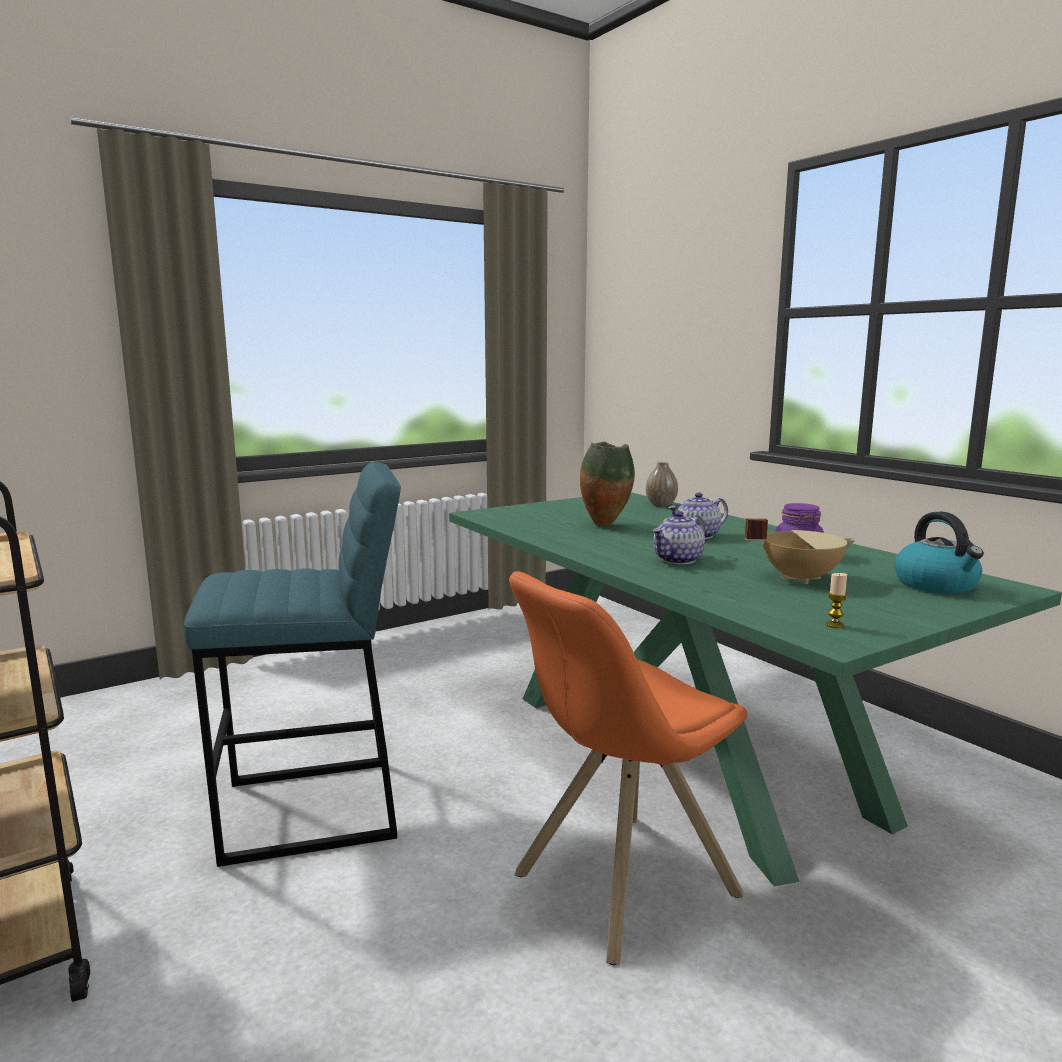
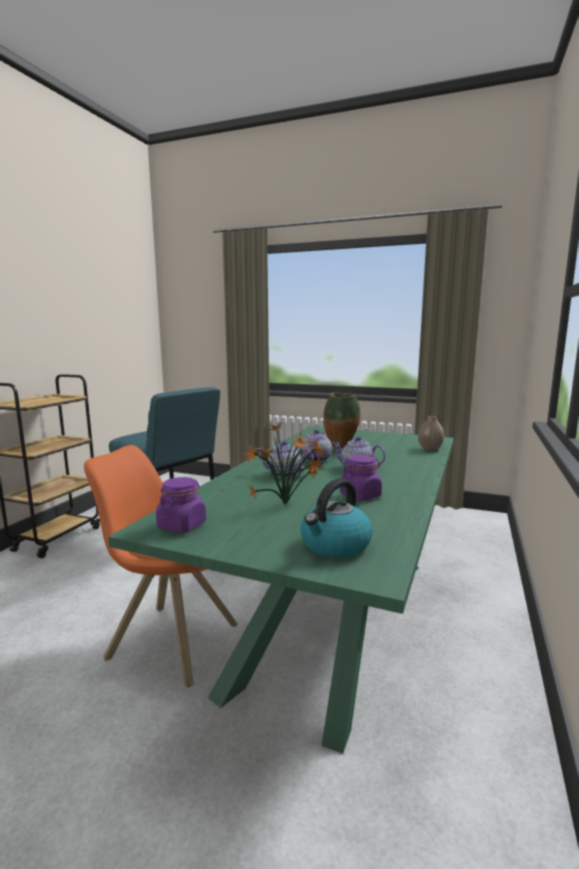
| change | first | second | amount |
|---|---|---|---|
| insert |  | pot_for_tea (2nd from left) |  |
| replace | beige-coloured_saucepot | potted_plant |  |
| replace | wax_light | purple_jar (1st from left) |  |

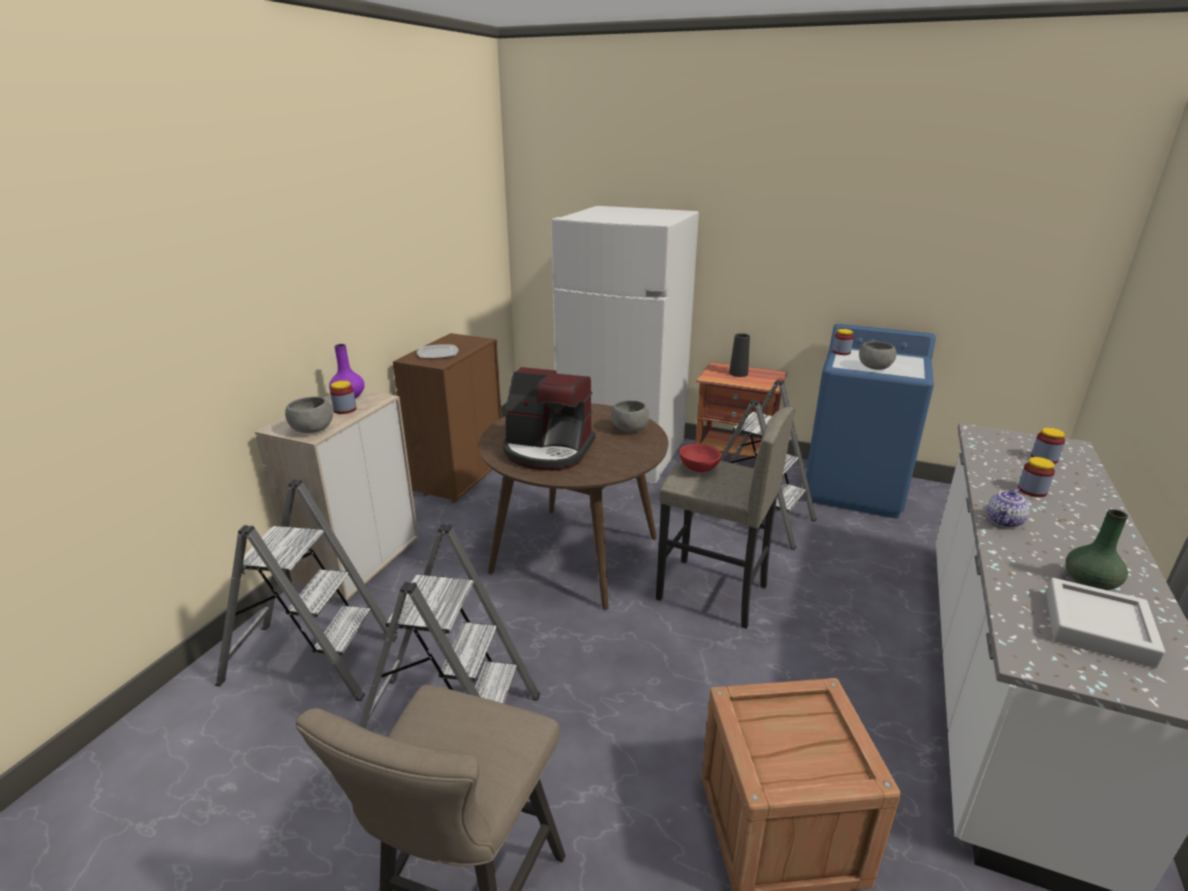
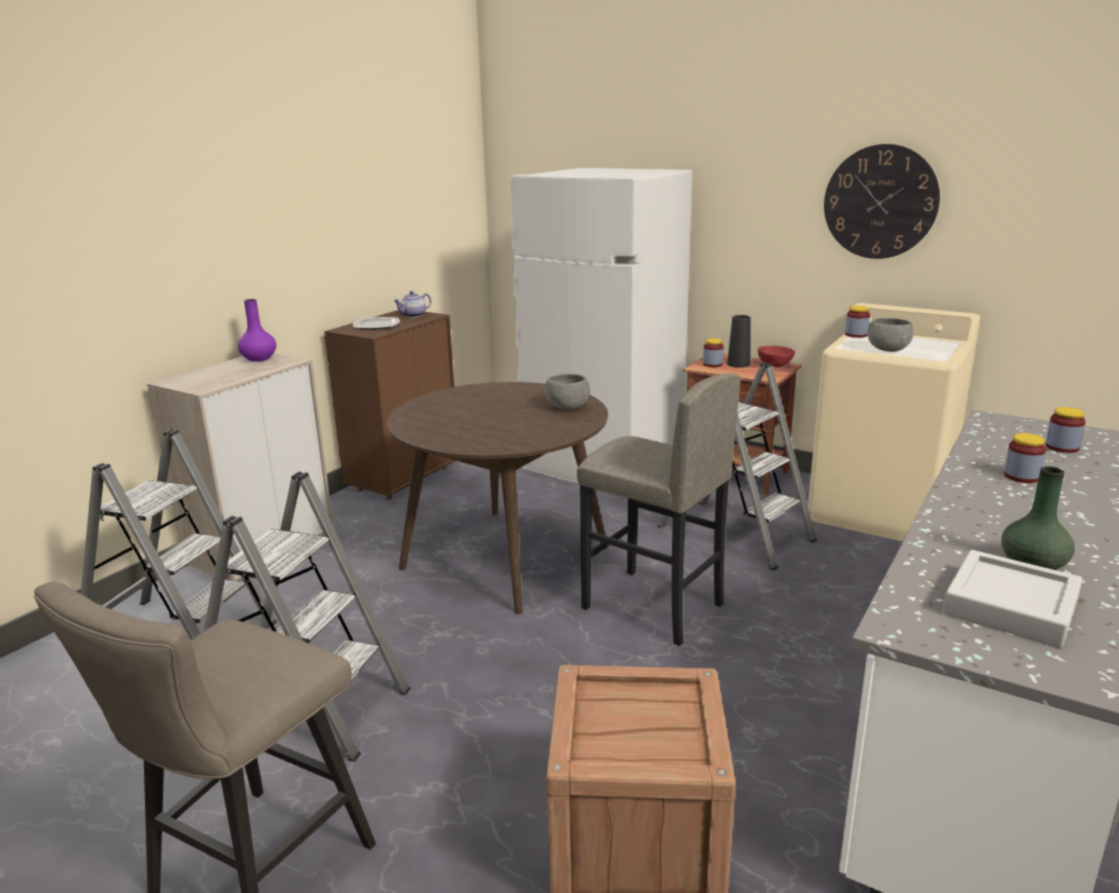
| change | first | second | amount |
|---|---|---|---|
| delete | grey_deep_dish (1st from left) |  |  |
| delete | coffee_maker |  |  |
| insert |  | hanging_clock |  |
| move | jar (1st from left) |  |  |
| move | red_deep_dish |  |  |
| move | pot_for_tea |  |  |
| recolor | blue_laundry_appliance | beige-coloured_laundry_appliance |  |

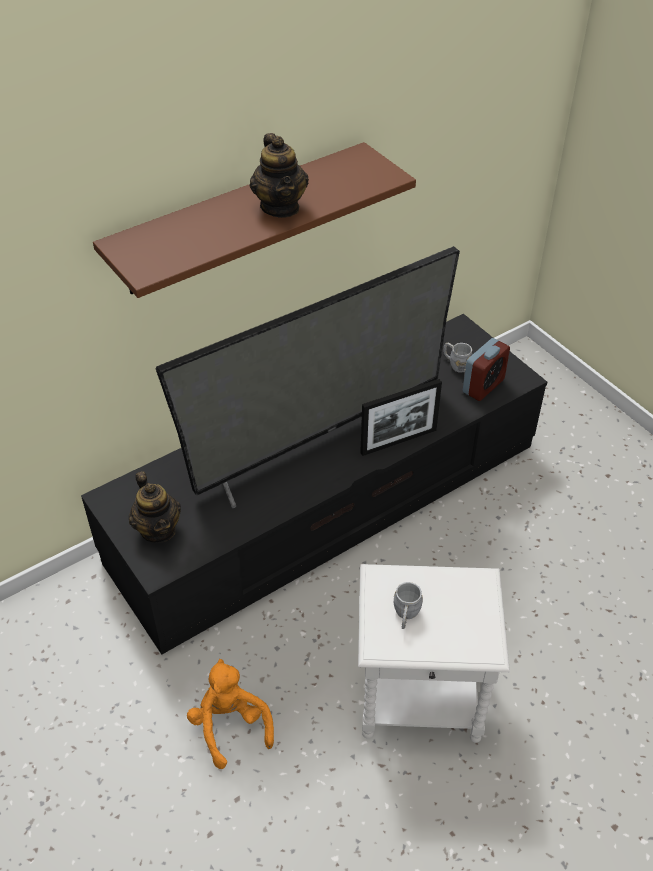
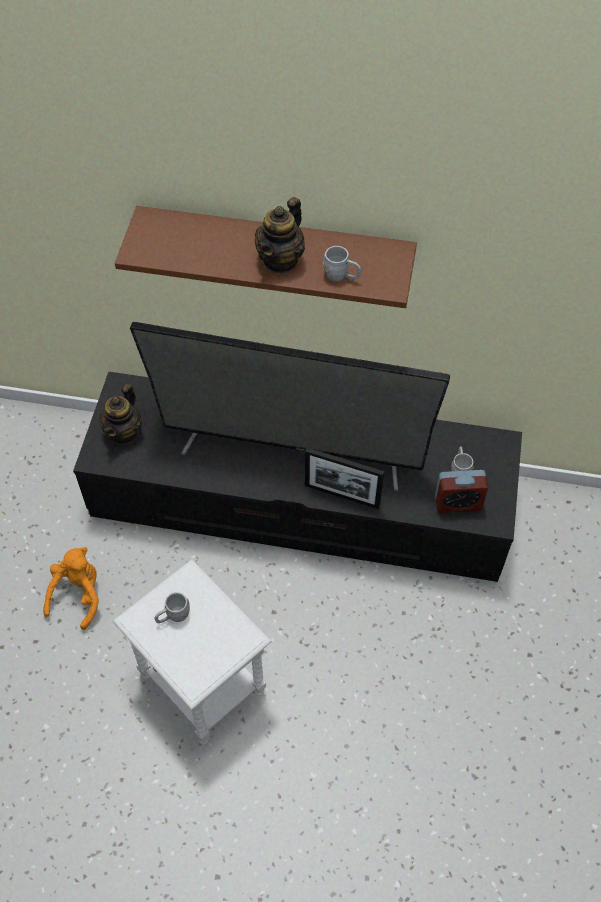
| change | first | second | amount |
|---|---|---|---|
| insert |  | grey_mug (2nd from left) |  |

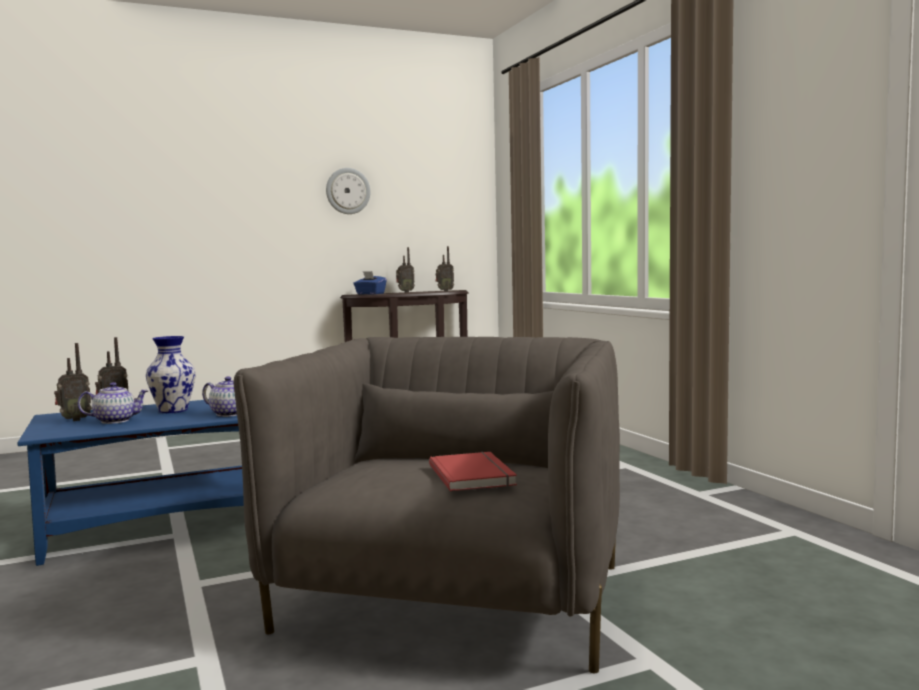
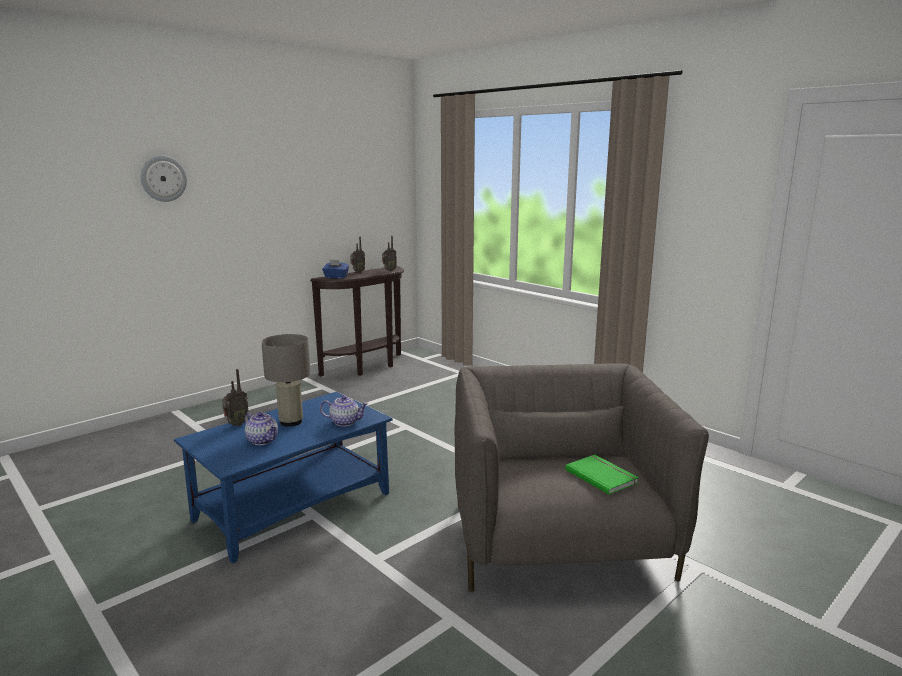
| change | first | second | amount |
|---|---|---|---|
| delete | radio_set (1st from left) |  |  |
| move | hanging_clock |  |  |
| replace | vase | grey_table_lamp |  |
| recolor | red_volume | greenish_volume |  |
| rotate | pot_for_tea (1st from left) |  | 75 degrees clockwise |

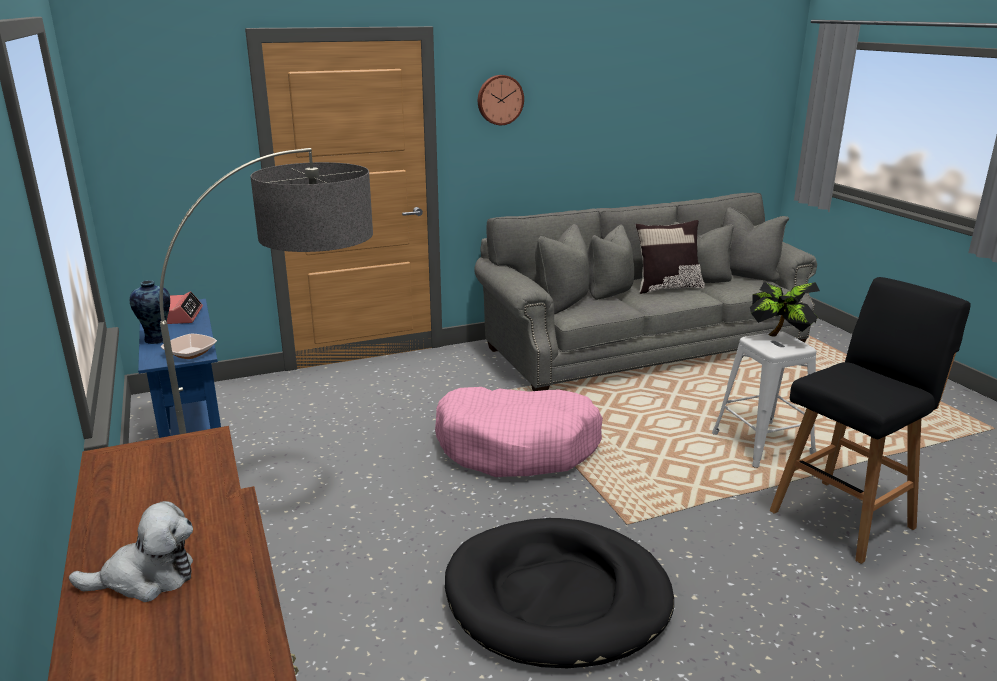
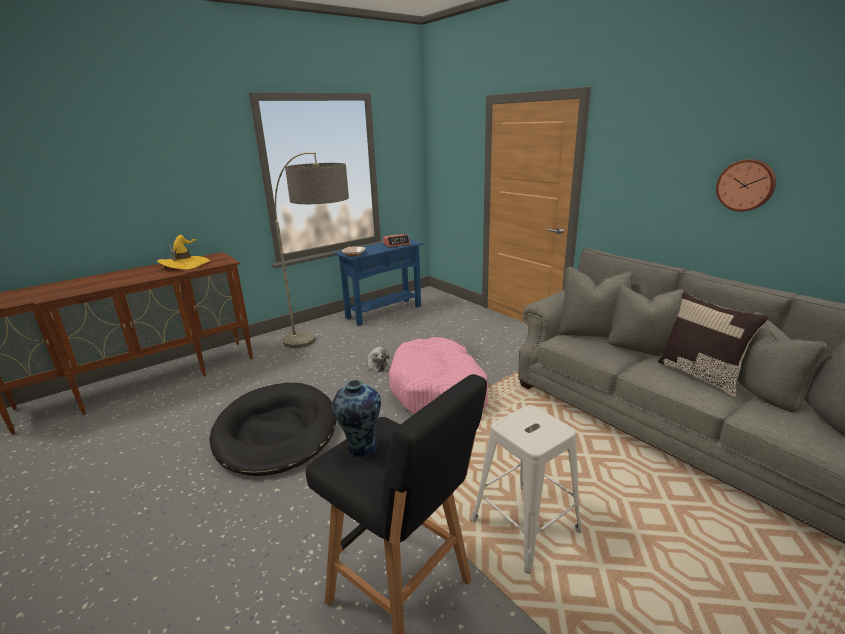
| change | first | second | amount |
|---|---|---|---|
| delete | potted_plant |  |  |
| insert |  | yellowish_hat |  |
| move | plush_toy |  |  |
| move | vase |  |  |
| move | hanging_clock |  |  |

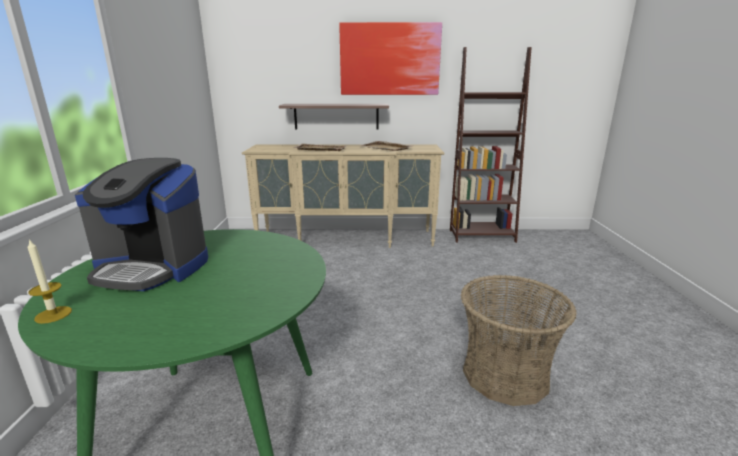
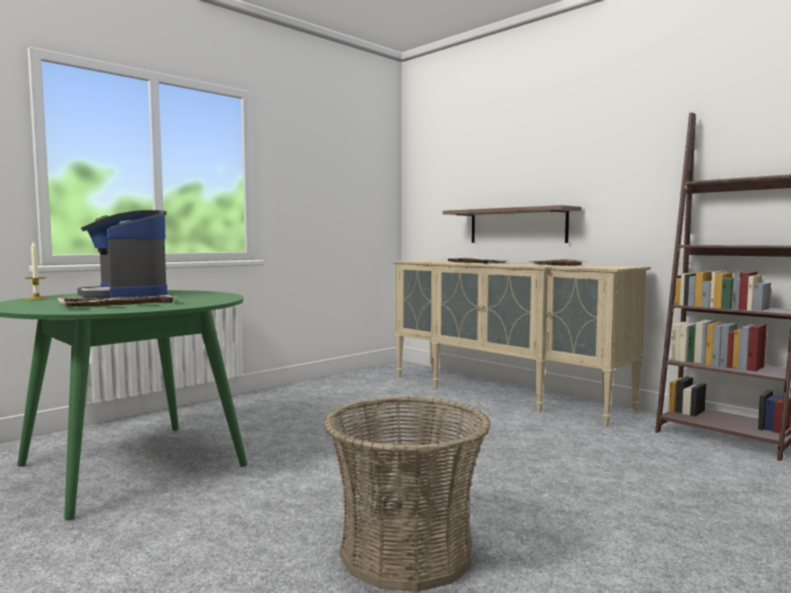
| change | first | second | amount |
|---|---|---|---|
| delete | picture |  |  |
| insert |  | beige-coloured_tray (1st from left) |  |

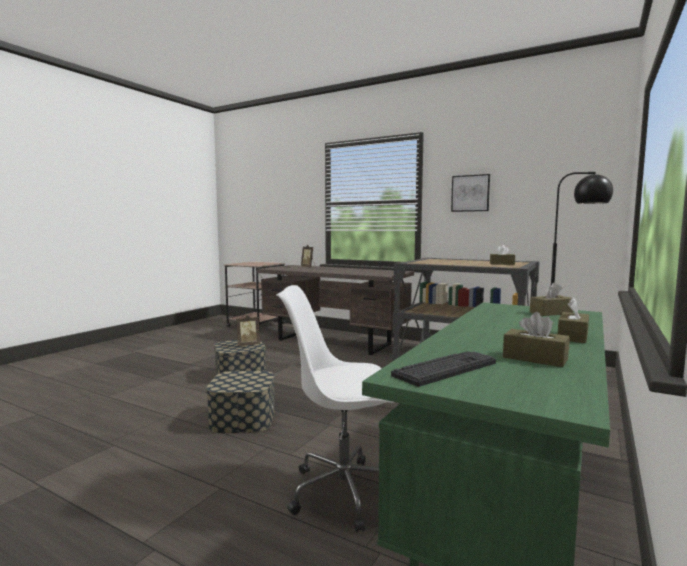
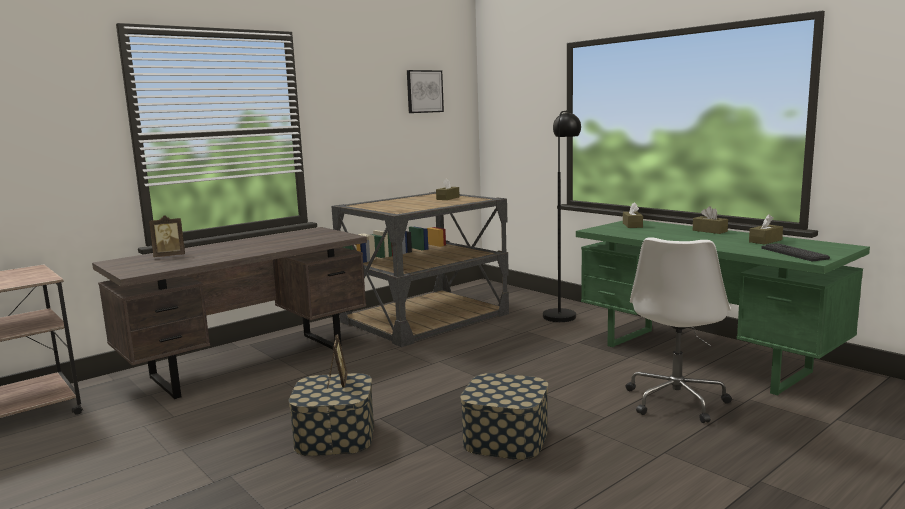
| change | first | second | amount |
|---|---|---|---|
| move | picture |  |  |

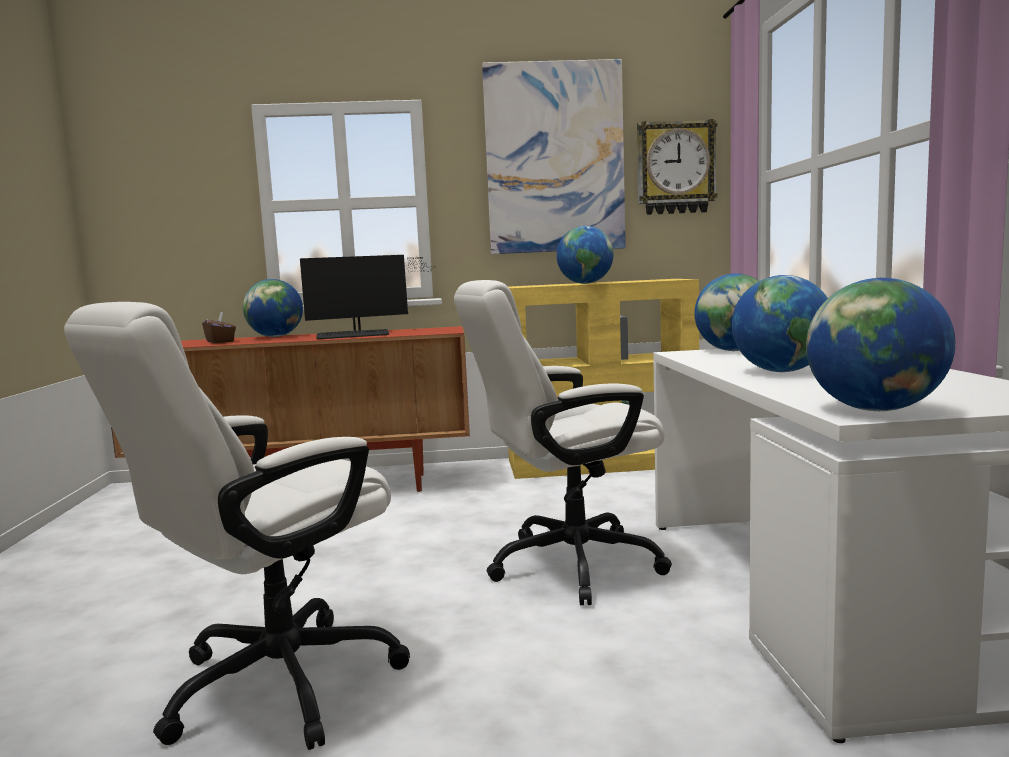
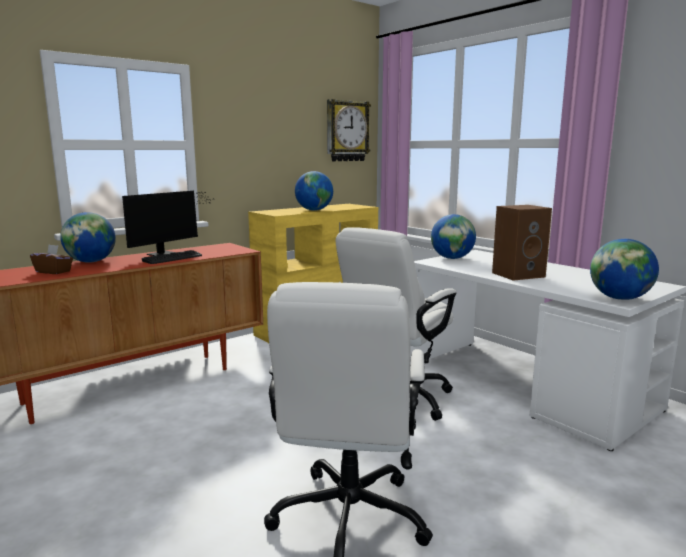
| change | first | second | amount |
|---|---|---|---|
| delete | picture |  |  |
| replace | desk_globe (4th from left) | brown_loudspeaker |  |

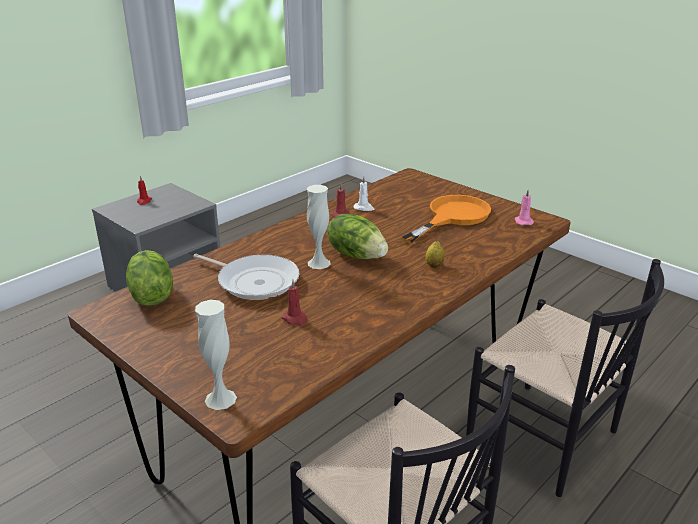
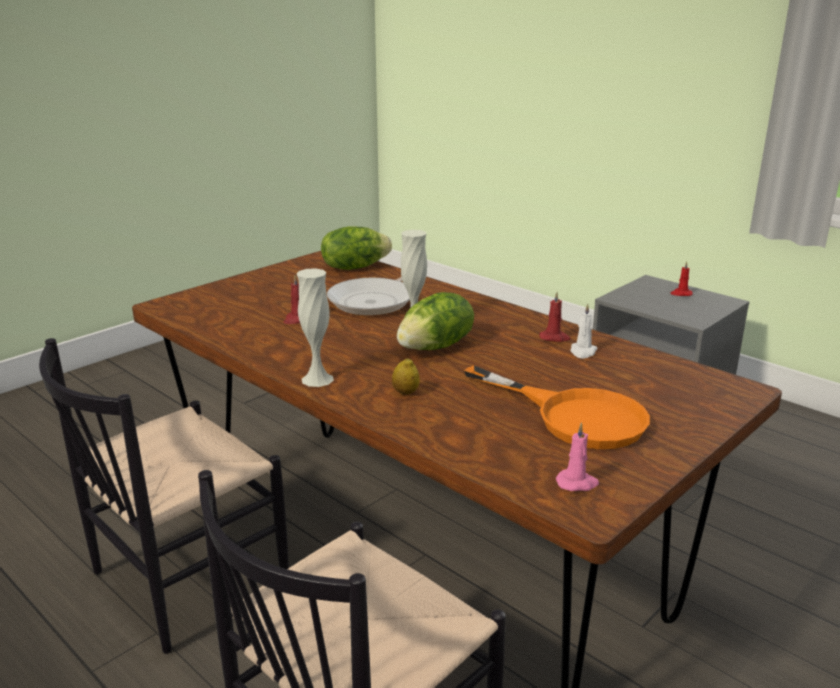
| change | first | second | amount |
|---|---|---|---|
| move | white-coloured_vase (1st from left) |  |  |

